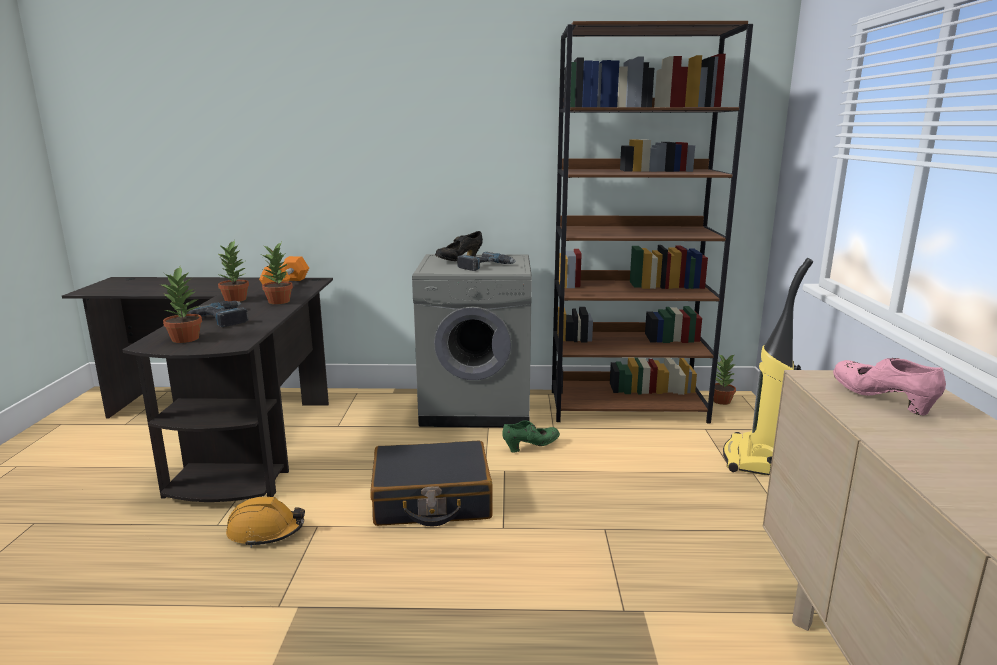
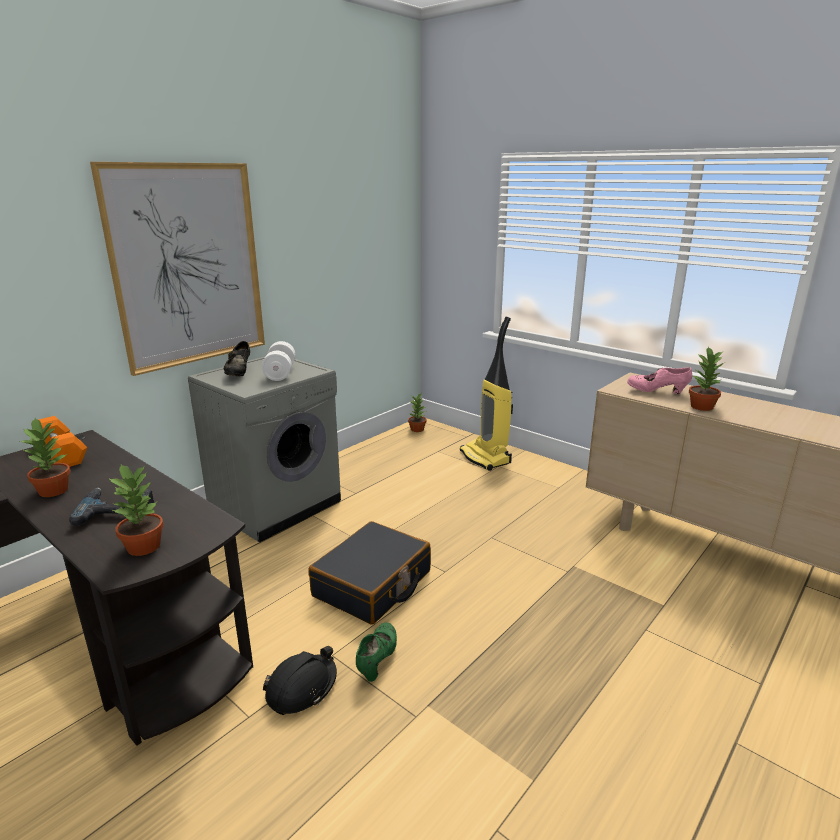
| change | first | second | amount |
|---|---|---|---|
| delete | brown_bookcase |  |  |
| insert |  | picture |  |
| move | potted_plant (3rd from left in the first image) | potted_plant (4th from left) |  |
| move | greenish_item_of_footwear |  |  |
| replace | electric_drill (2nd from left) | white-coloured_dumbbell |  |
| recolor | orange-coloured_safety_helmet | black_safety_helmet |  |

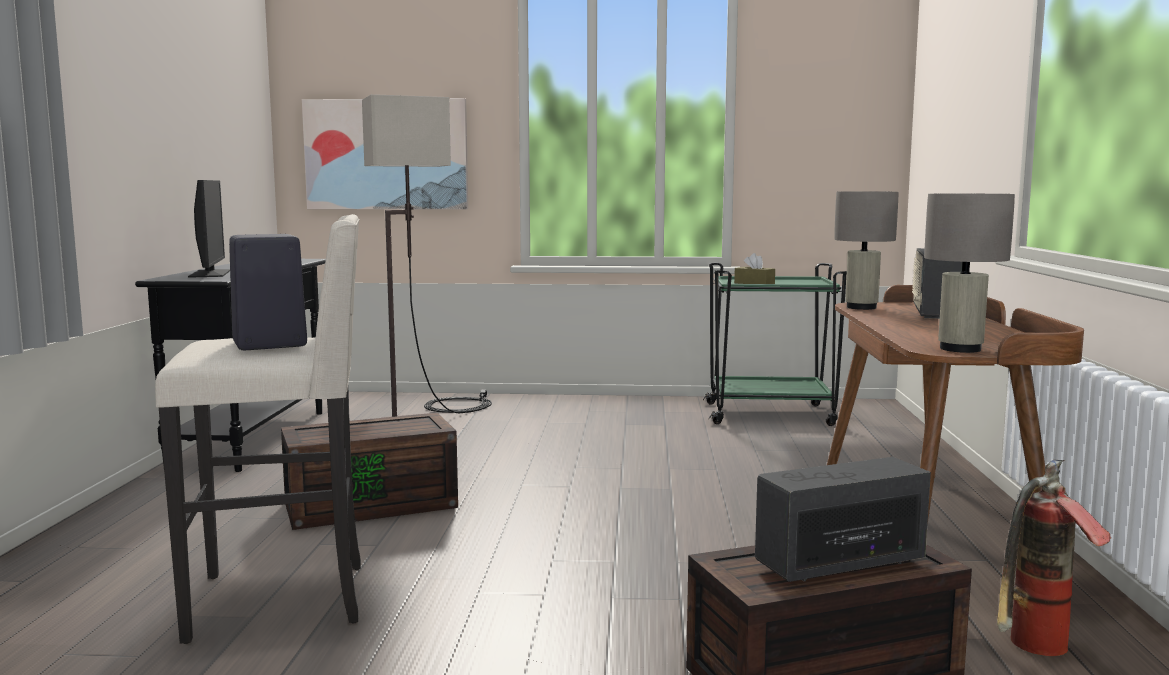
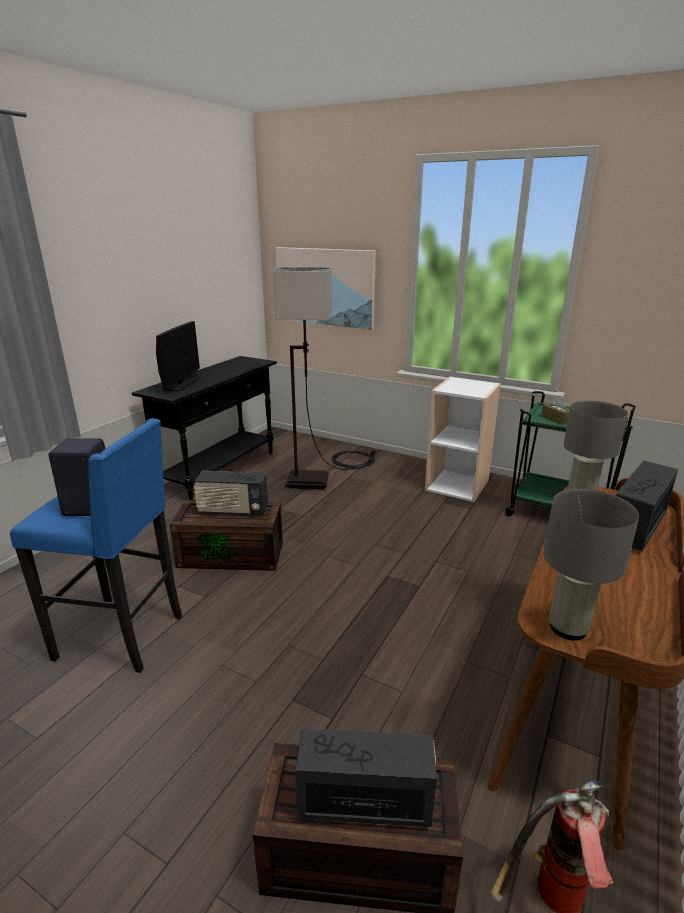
| change | first | second | amount |
|---|---|---|---|
| insert |  | radio_set (1st from left) |  |
| insert |  | bookcase |  |
| recolor | beige-coloured_stool_seat | blue_stool_seat |  |

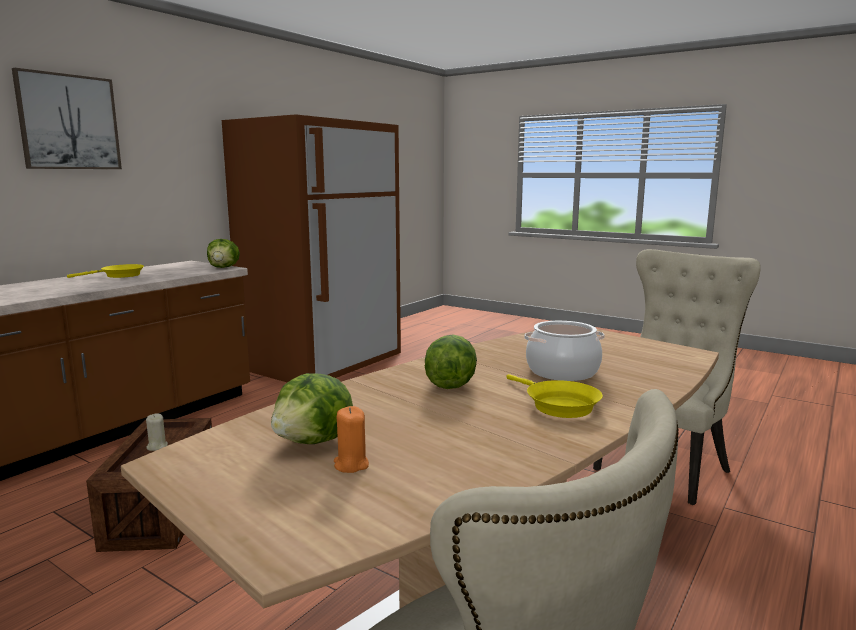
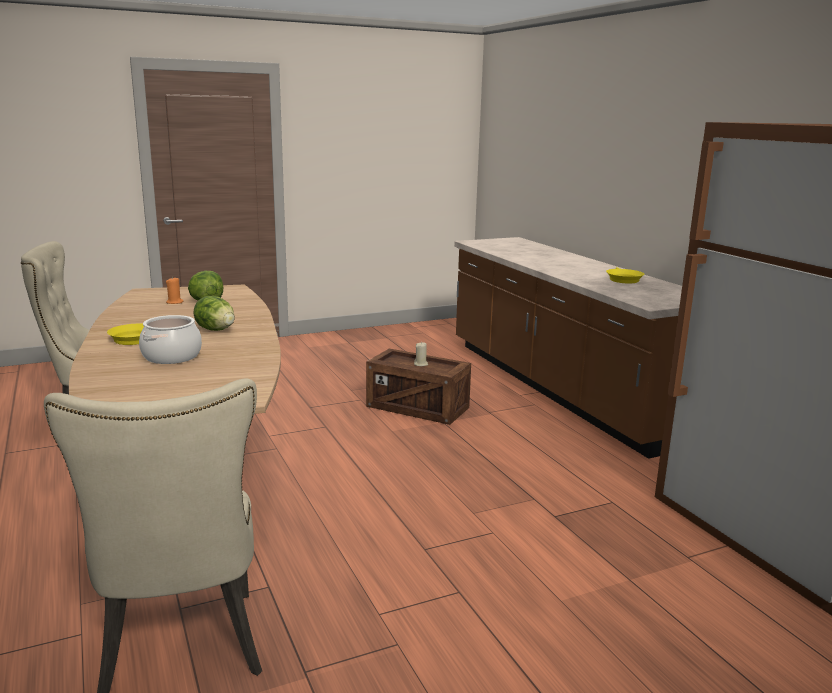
| change | first | second | amount |
|---|---|---|---|
| delete | picture |  |  |
| delete | lettuce (1st from left) |  |  |

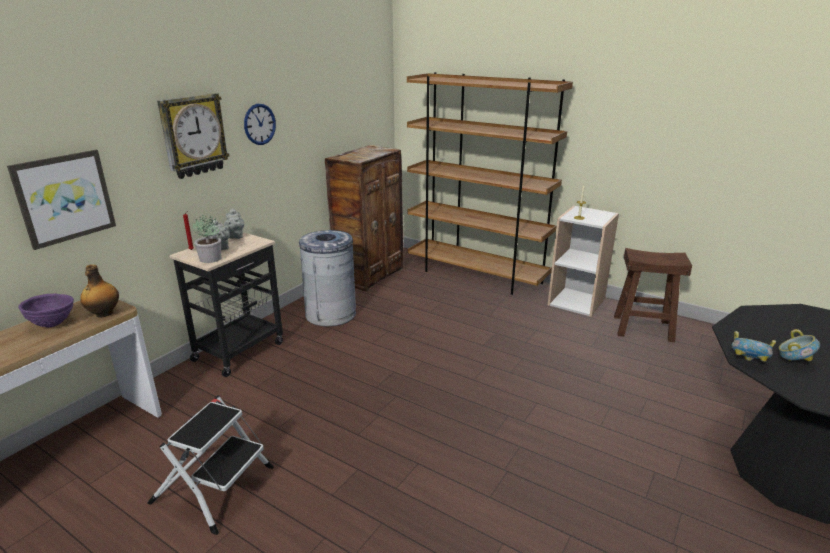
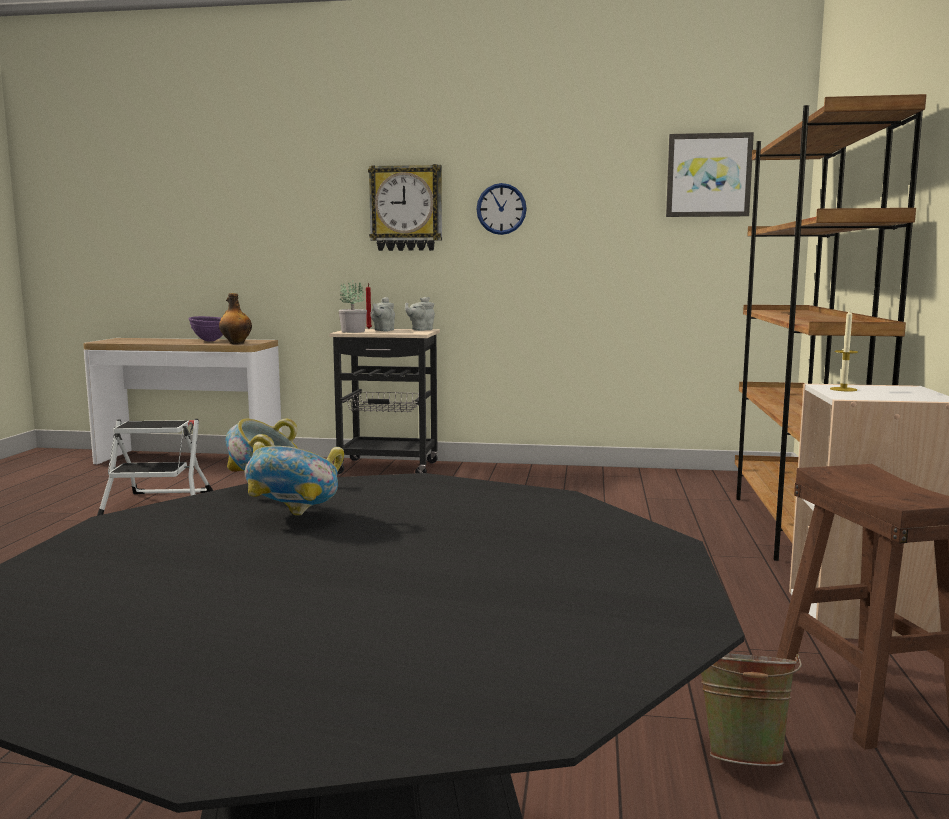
| change | first | second | amount |
|---|---|---|---|
| delete | grey_trash_can |  |  |
| delete | brown_storage_cabinet |  |  |
| insert |  | greenish_water_bucket |  |
| move | picture |  |  |

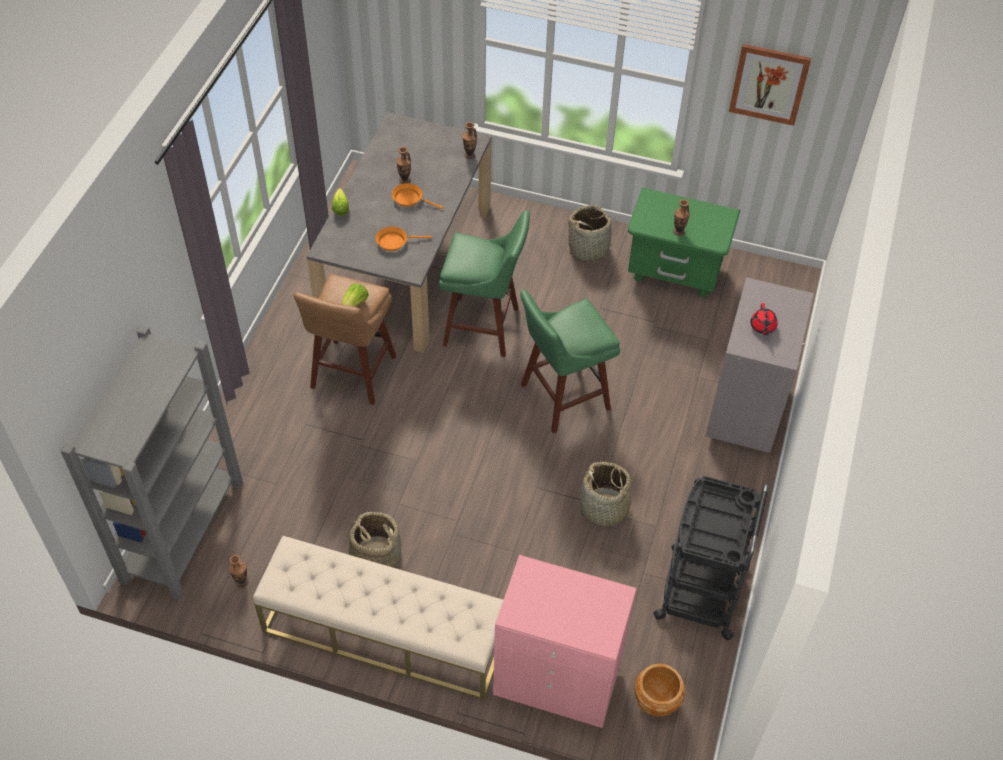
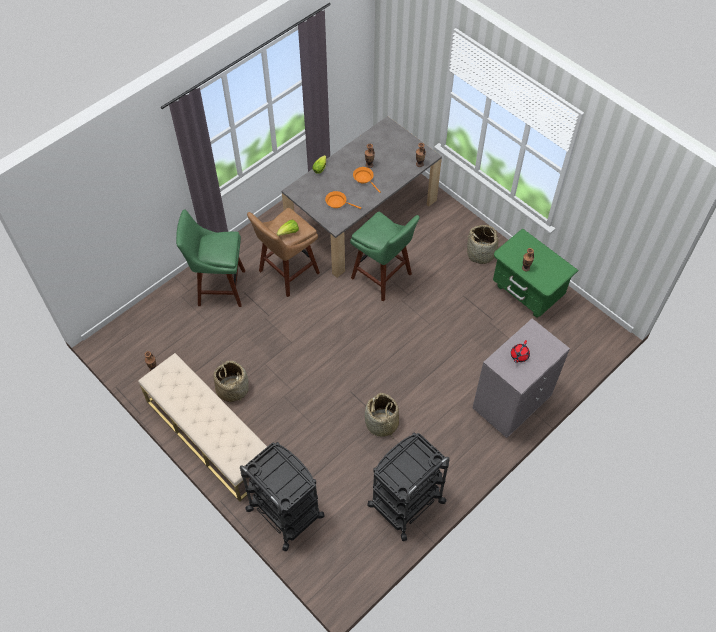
| change | first | second | amount |
|---|---|---|---|
| delete | grey_bookcase |  |  |
| delete | brown_plant_pot |  |  |
| delete | picture |  |  |
| move | greenish_stool_seat (2nd from left in the first image) | greenish_stool_seat (1st from left) |  |
| replace | pinkish_storage_cabinet | black_wheeled_cart (1st from left) |  |

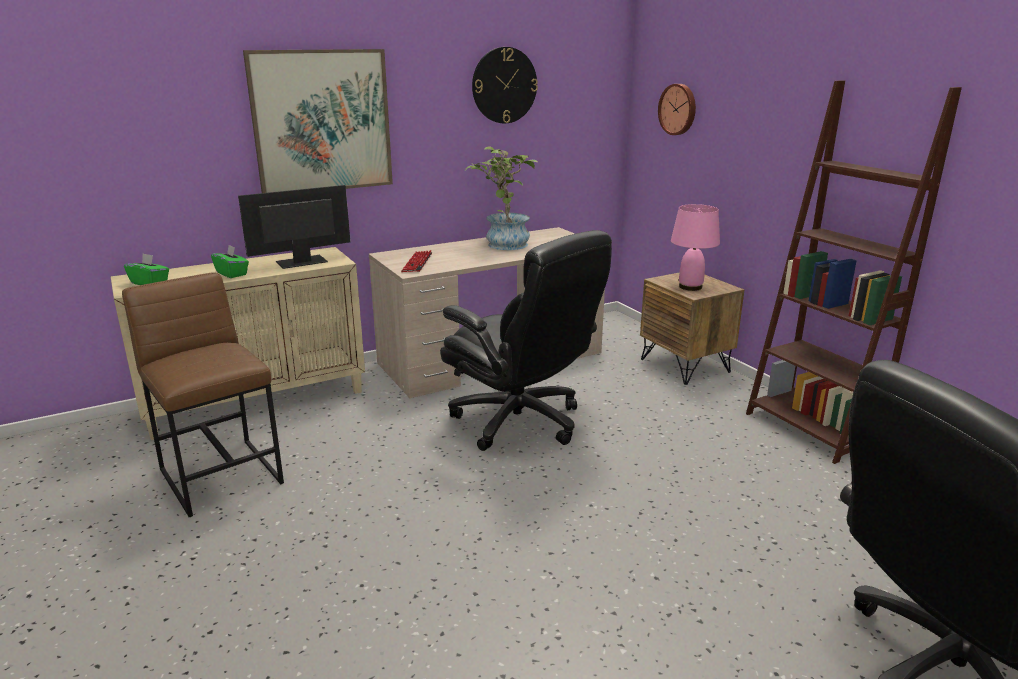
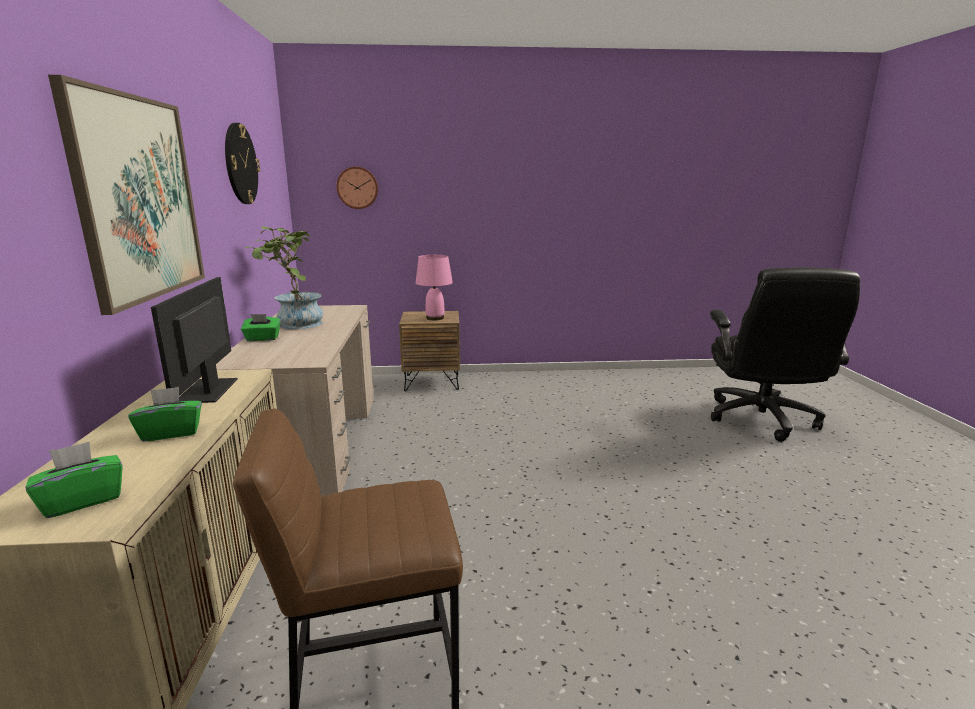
| change | first | second | amount |
|---|---|---|---|
| delete | keyboard |  |  |
| delete | black_desk_chair (1st from left) |  |  |
| delete | brown_bookcase |  |  |
| insert |  | greenish_box_of_tissues (3rd from left) |  |

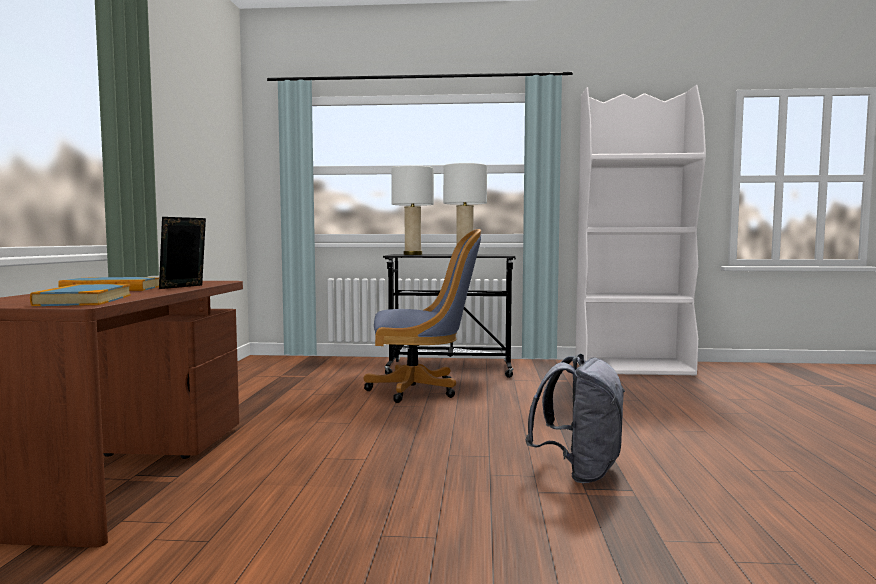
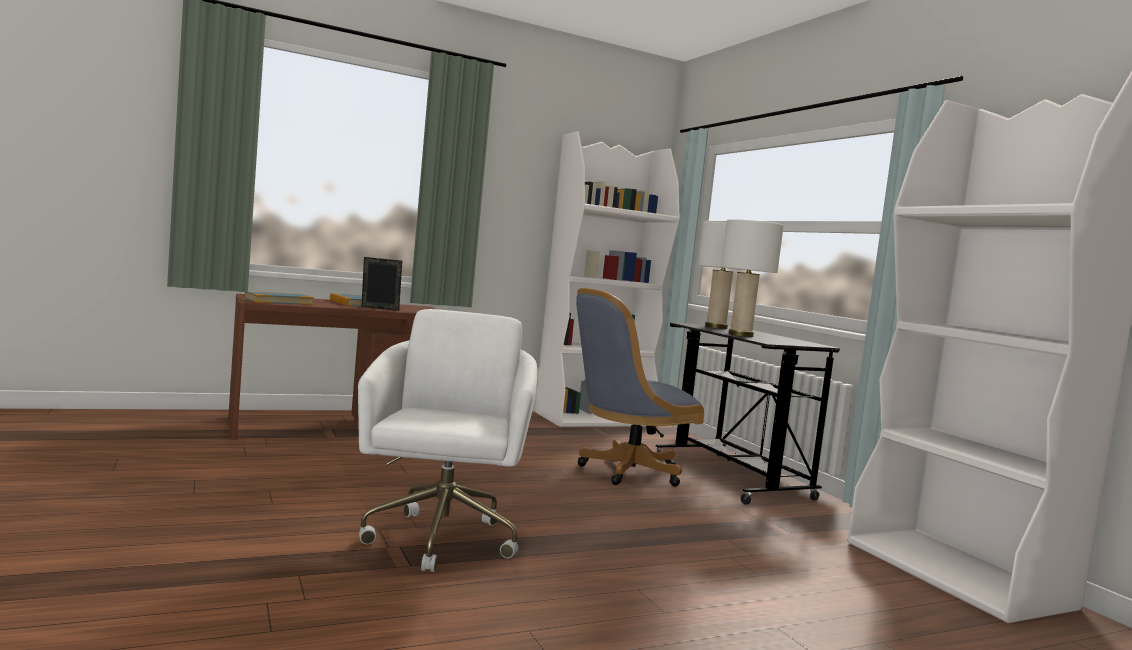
| change | first | second | amount |
|---|---|---|---|
| insert |  | white-coloured_bookcase (1st from left) |  |
| replace | grey_backpack | white-coloured_desk_chair |  |
| rotate | blue_desk_chair |  | 90 degrees clockwise |

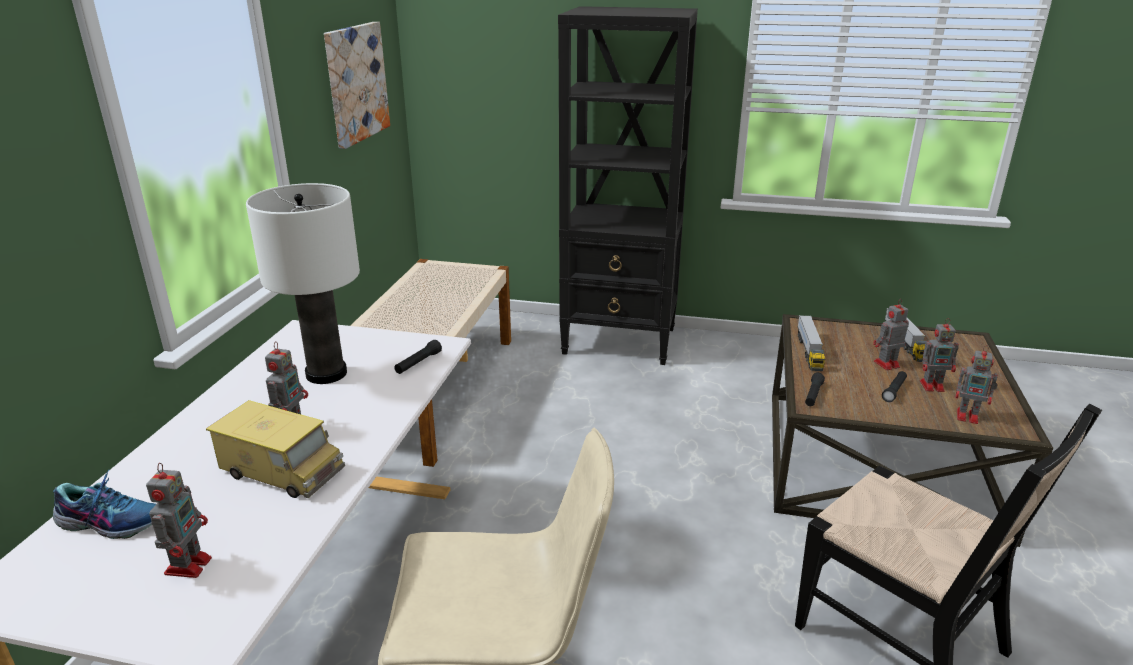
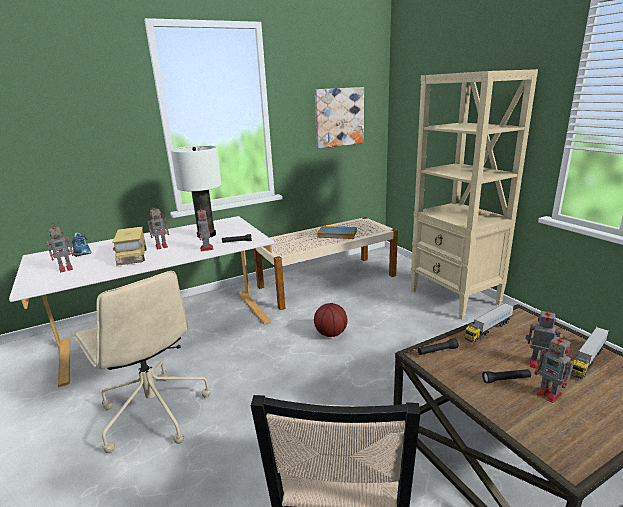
| change | first | second | amount |
|---|---|---|---|
| insert |  | basketball |  |
| insert |  | volume |  |
| move | robot_figure (5th from left in the first image) | robot_figure (3rd from left) |  |
| recolor | black_bookcase | beige-coloured_bookcase |  |

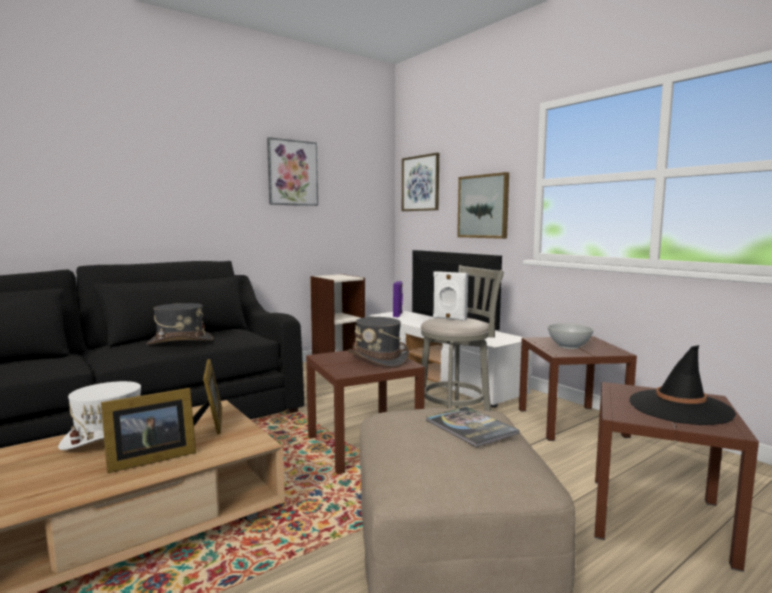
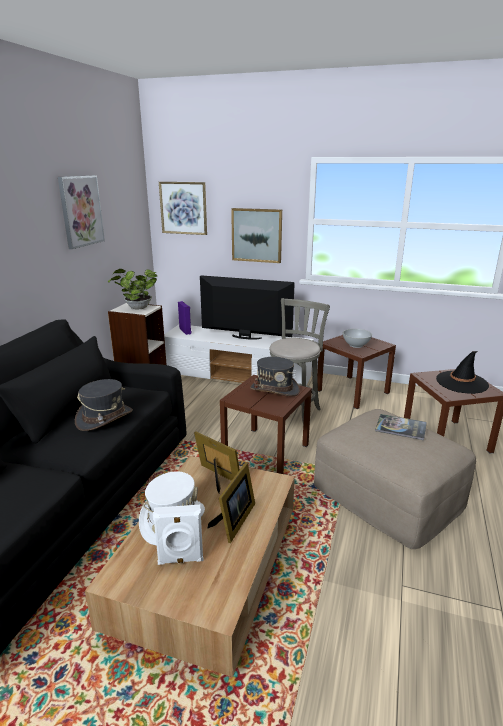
| change | first | second | amount |
|---|---|---|---|
| insert |  | potted_plant |  |
| move | white-coloured_loudspeaker |  |  |

